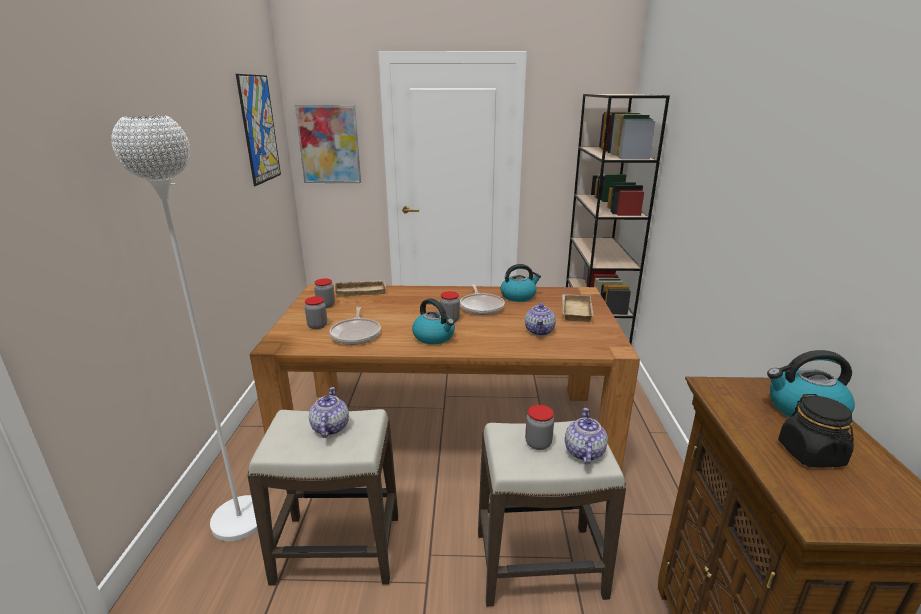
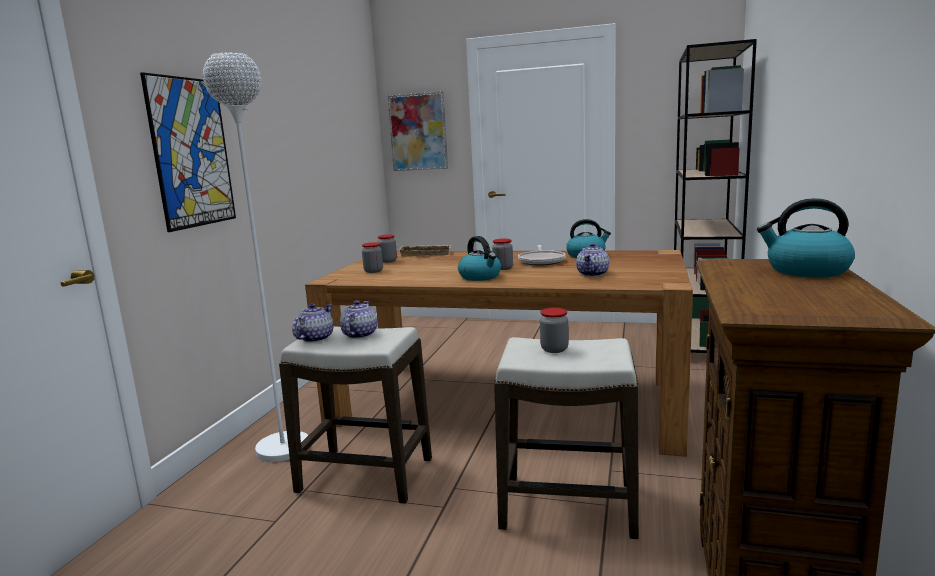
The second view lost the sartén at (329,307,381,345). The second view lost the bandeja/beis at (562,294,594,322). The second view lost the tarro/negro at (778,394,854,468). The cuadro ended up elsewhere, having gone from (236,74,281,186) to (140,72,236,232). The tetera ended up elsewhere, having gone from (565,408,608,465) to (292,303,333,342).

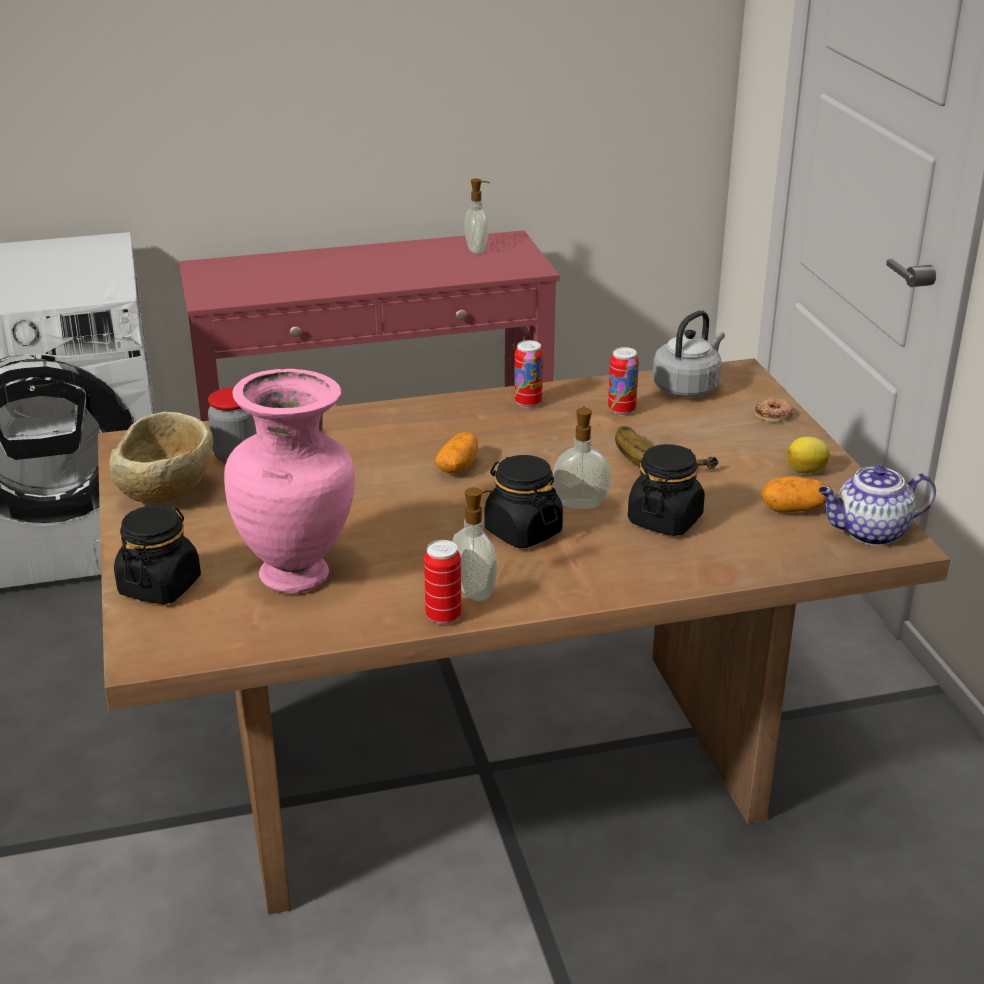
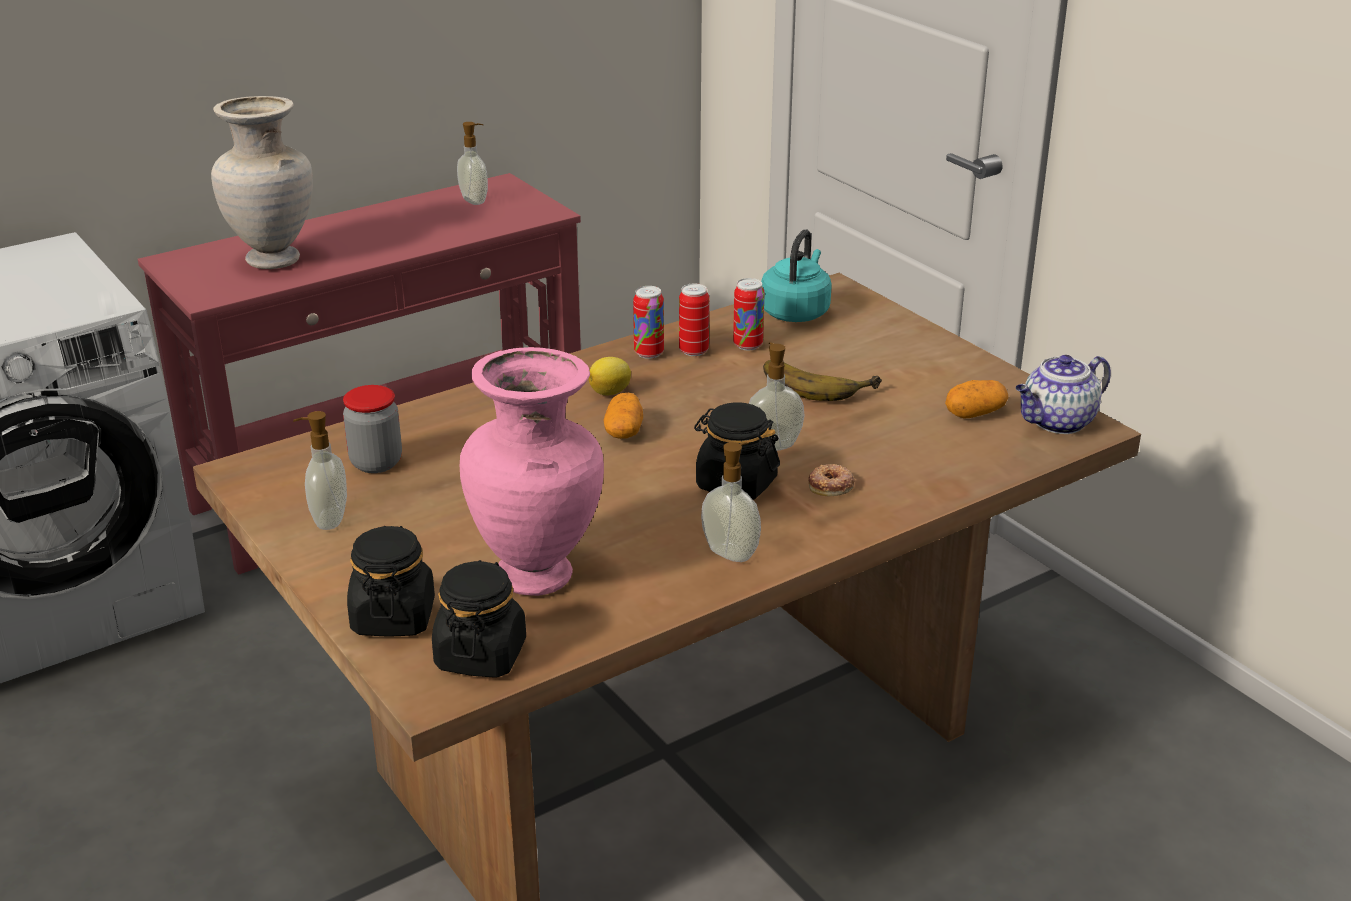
The second view gained the florero/beis at (211,96,313,269). The lata ended up elsewhere, having gone from (424,540,461,625) to (679,283,709,356). The tarro/negro ended up elsewhere, having gone from (628,444,705,536) to (432,560,526,678). The rosquilla ended up elsewhere, having gone from (755,398,793,422) to (808,464,855,496). The limón ended up elsewhere, having gone from (787,437,830,474) to (589,357,631,395). Where the cuenco/beis stood at (109,412,213,503), the dispensador de jabón came to stand at (293,411,347,530). What was the hervidor/gris at (653,310,725,398) turned into the hervidor/turquesa at (761,229,832,322).

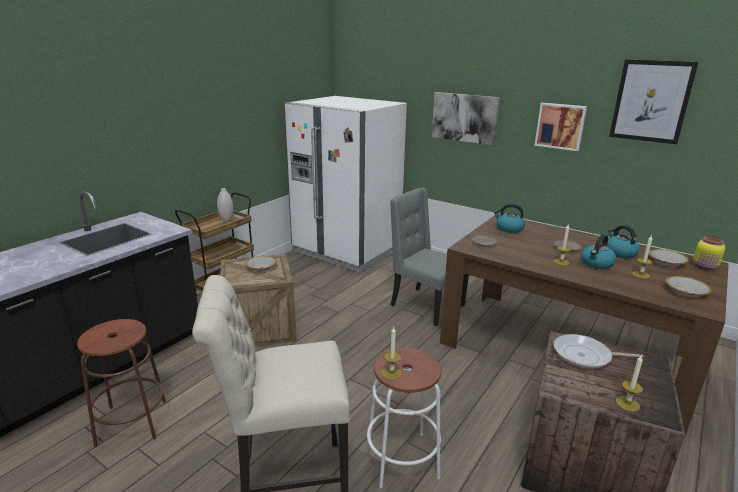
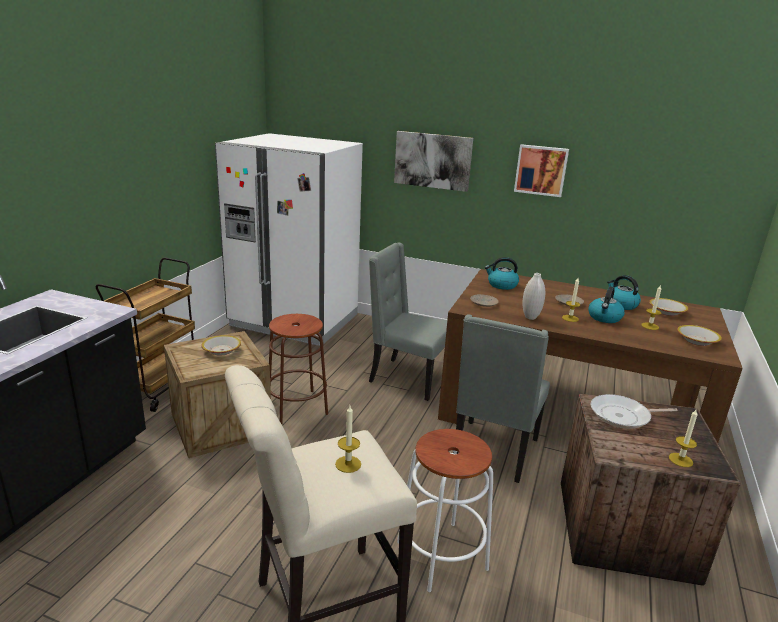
The second view lost the cuadro at (609,59,699,144). The second view lost the tarro/amarillo at (693,236,725,271). The second view gained the silla/gris at (456,314,550,483). The taburete/marrón ended up elsewhere, having gone from (77,319,166,447) to (269,314,328,424). The florero/blanco ended up elsewhere, having gone from (217,188,233,222) to (522,273,545,320). The vela ended up elsewhere, having gone from (382,327,402,380) to (335,406,361,473).

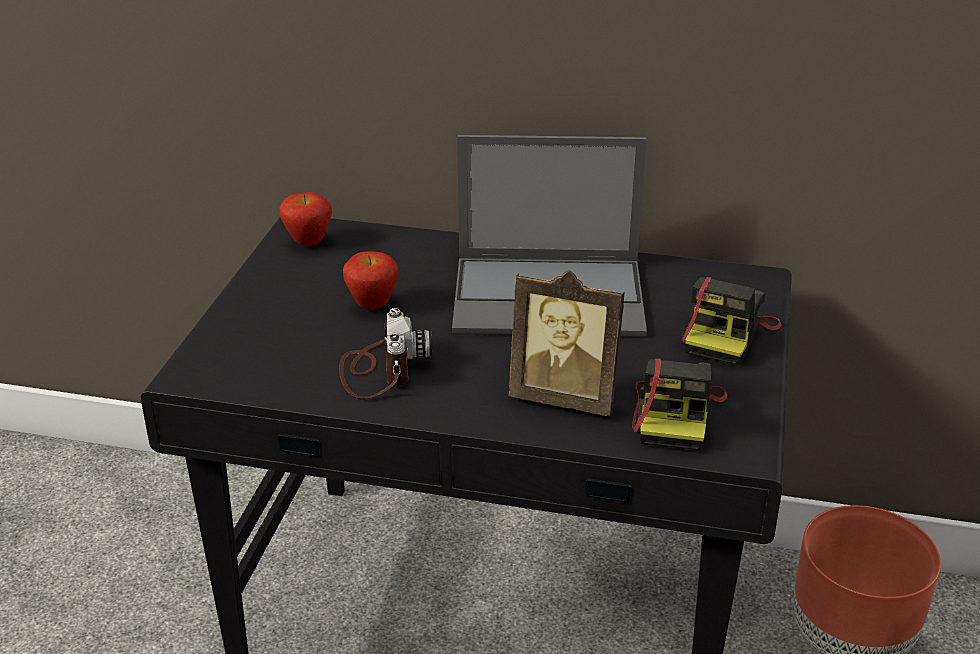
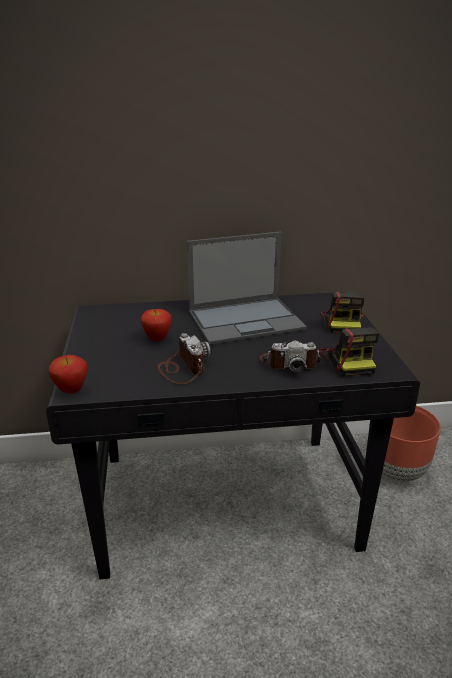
The manzana ended up elsewhere, having gone from (280,192,332,246) to (49,355,88,394). Where the portarretratos stood at (508,270,625,416), the cámara came to stand at (260,340,321,372).

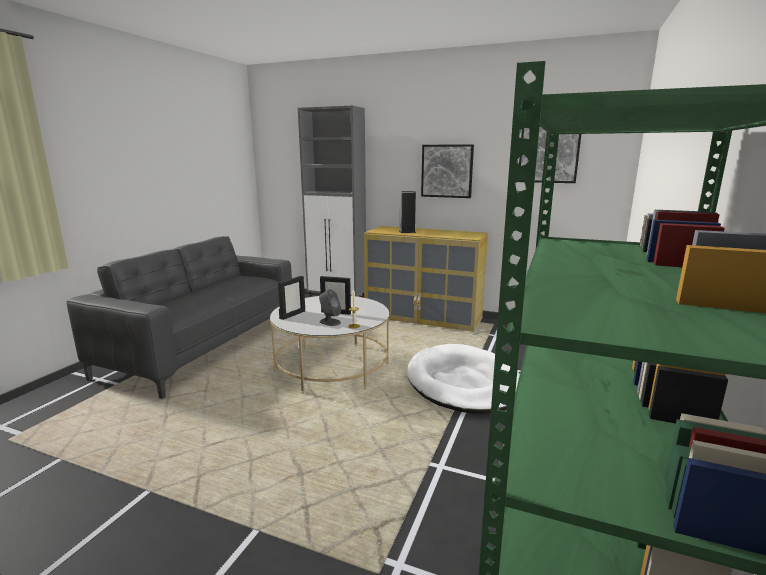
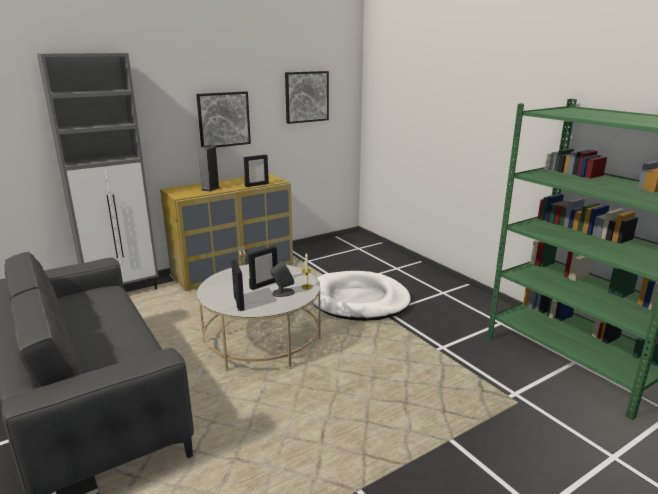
The second view gained the portarretratos at (244,154,269,187).

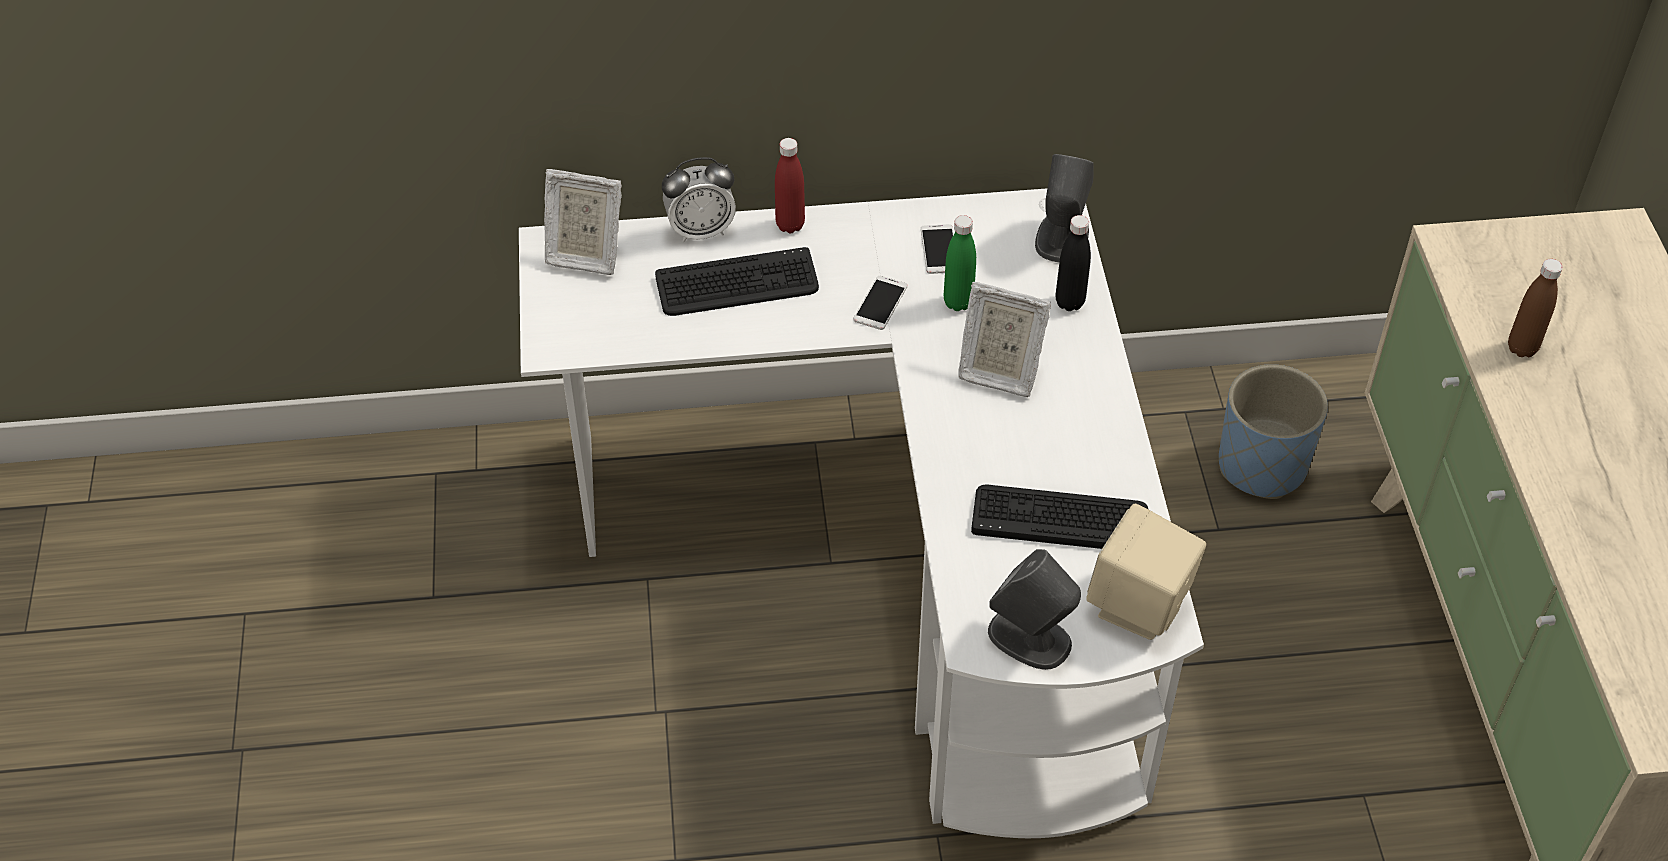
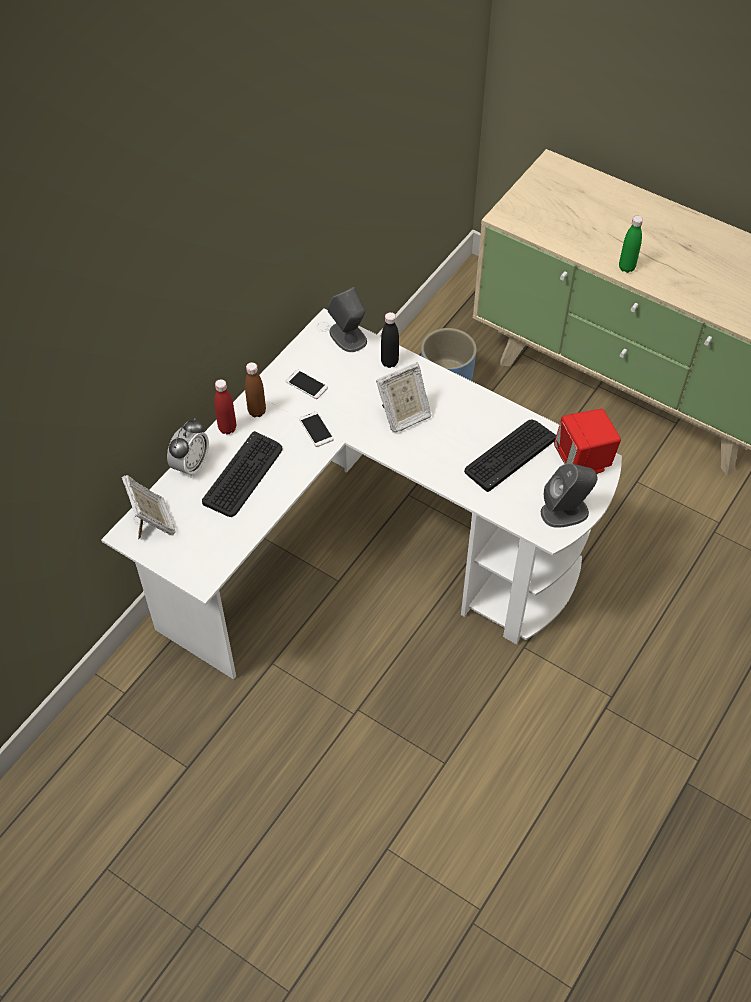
The botella/verde ended up elsewhere, having gone from (944,215,976,311) to (619,216,643,273). The botella/marrón ended up elsewhere, having gone from (1508,259,1563,357) to (245,362,266,417). What was the altavoz/beis at (1086,504,1206,640) turned into the altavoz/rojo at (554,409,621,474). The portarretratos at (544,169,622,275) ended up facing another way, 75 degrees counterclockwise from before.

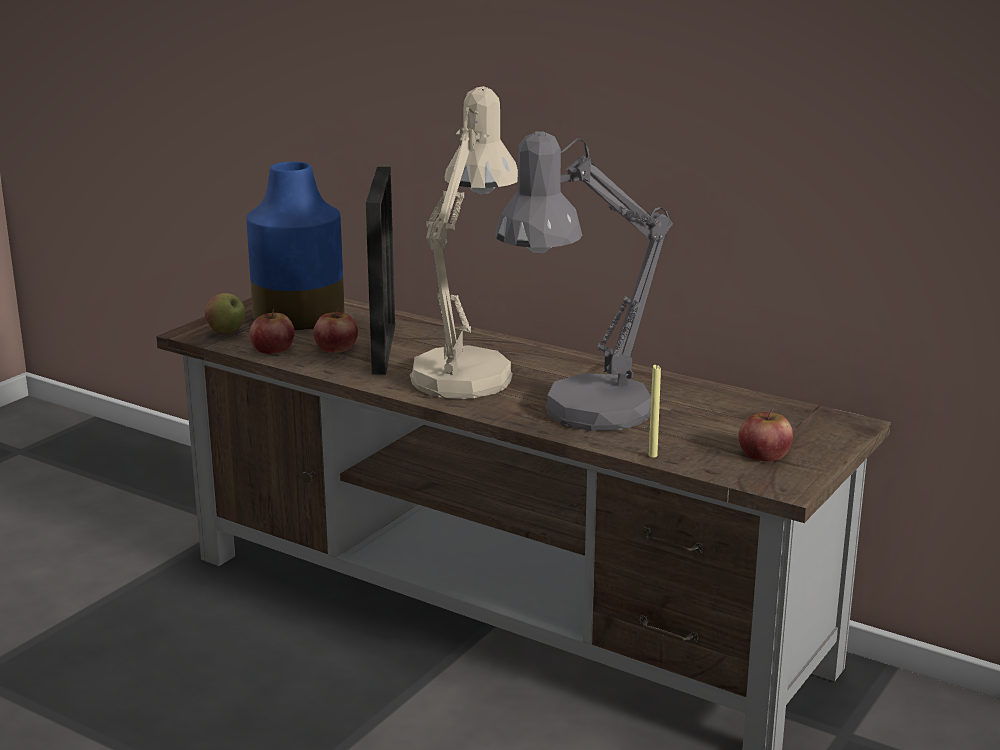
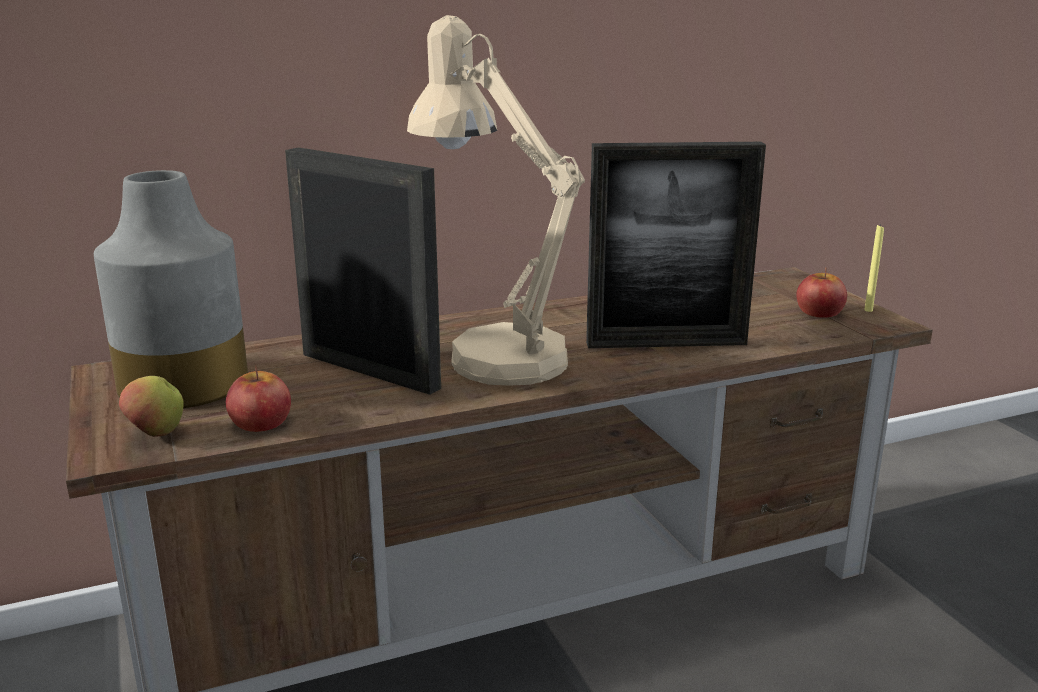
The second view lost the manzana at (313,309,358,353). The vela/amarillo ended up elsewhere, having gone from (649,365,661,458) to (864,225,884,312). Where the lámpara de mesa/gris stood at (494,131,673,431), the portarretratos came to stand at (586,142,766,348). What was the florero/azul at (246,162,345,330) turned into the florero/gris at (94,170,248,408).

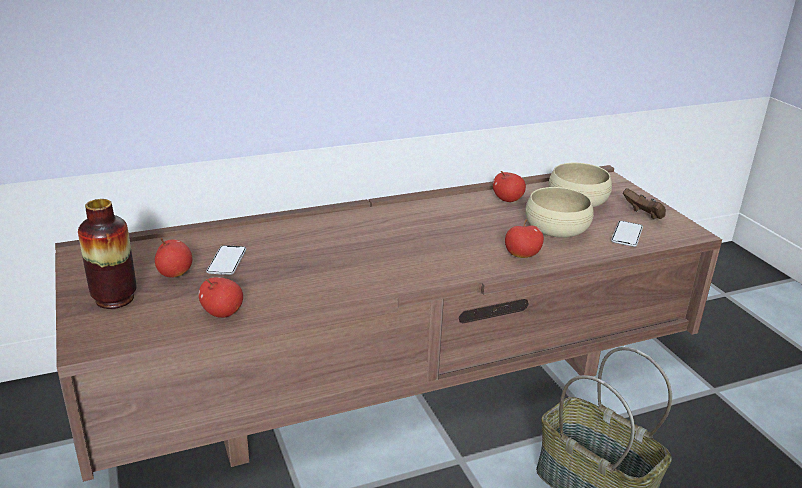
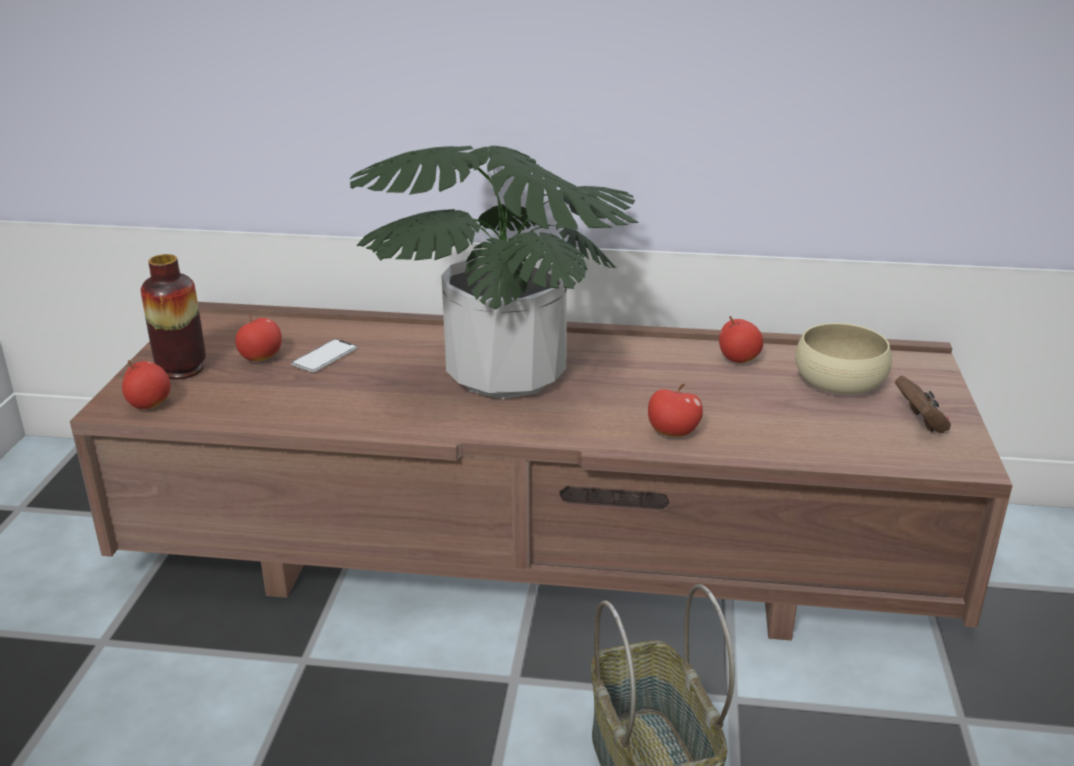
The second view lost the cuenco/beis at (525,187,594,238). The second view lost the móvil at (611,221,643,247). The second view gained the planta en maceta at (349,146,638,399). The manzana ended up elsewhere, having gone from (198,277,243,318) to (122,360,171,409).

